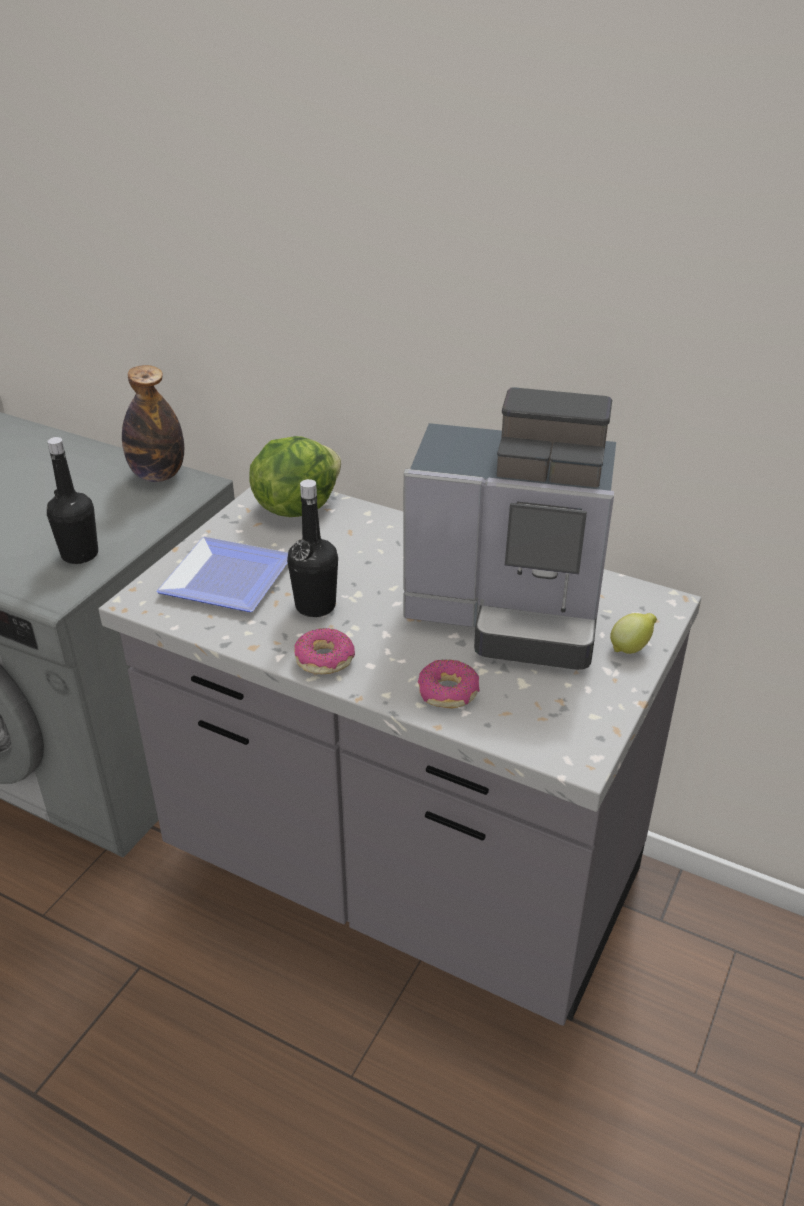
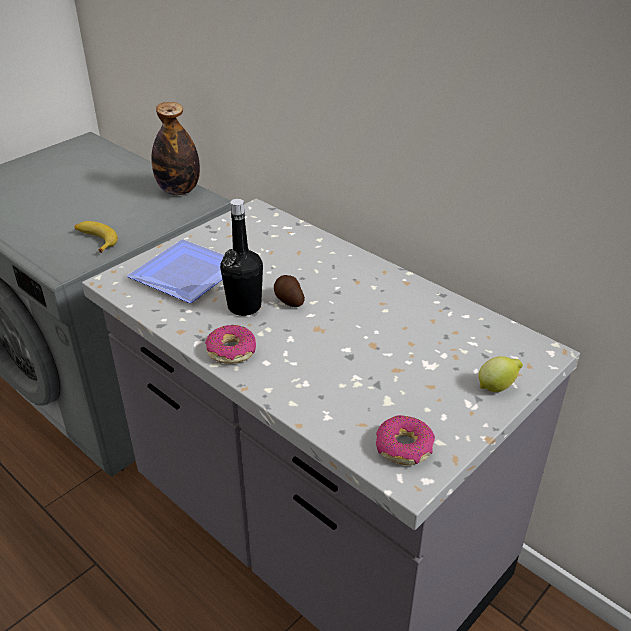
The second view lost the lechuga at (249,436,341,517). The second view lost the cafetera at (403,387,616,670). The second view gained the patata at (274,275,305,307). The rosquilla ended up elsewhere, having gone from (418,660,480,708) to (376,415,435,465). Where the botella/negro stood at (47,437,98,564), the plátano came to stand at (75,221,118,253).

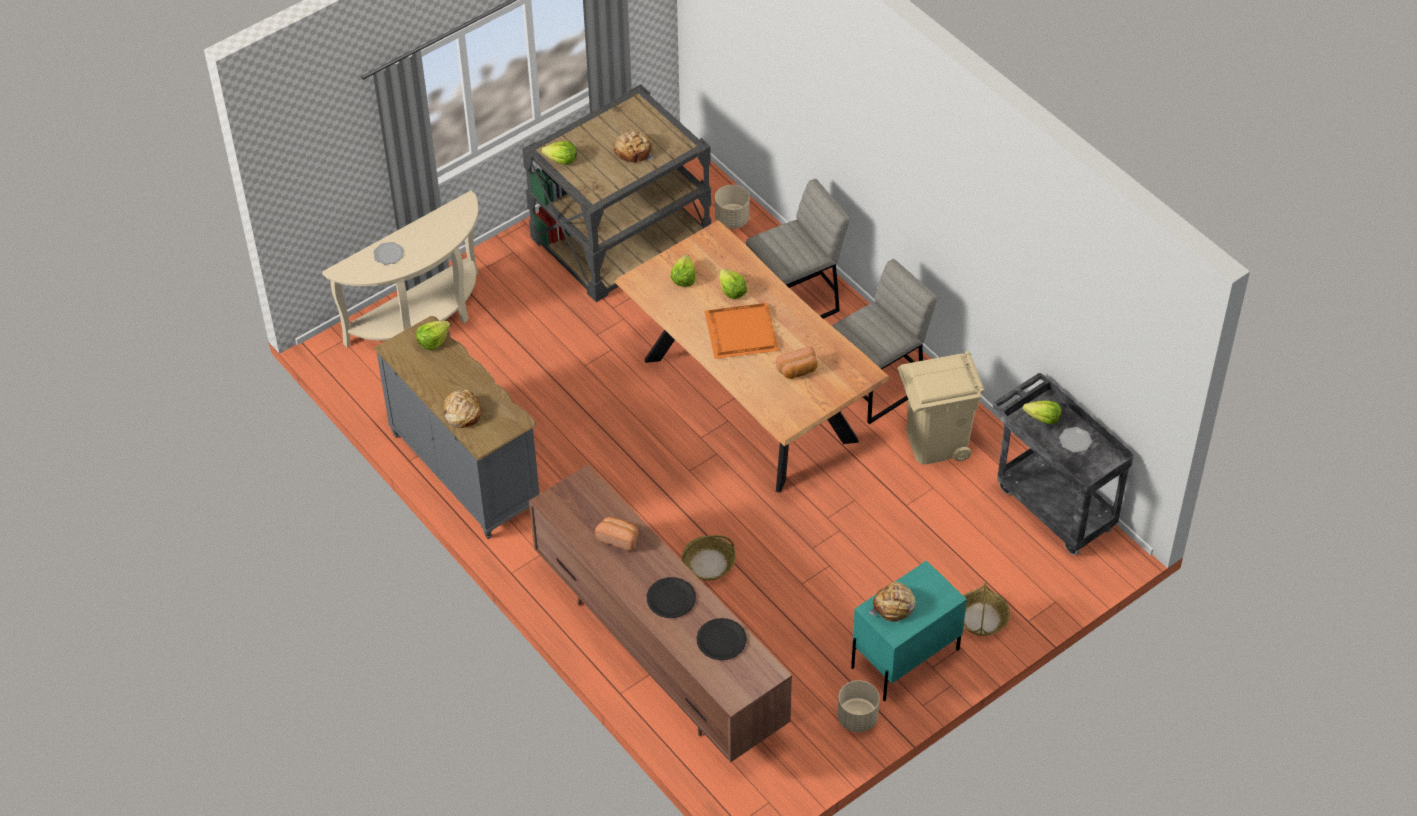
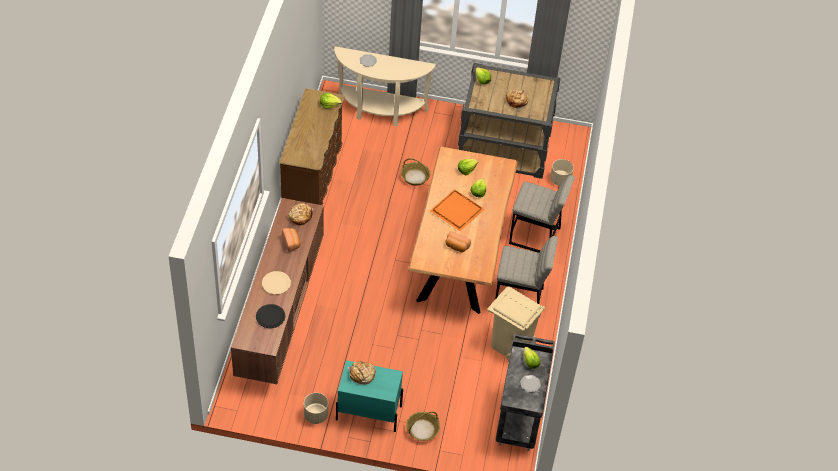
The pan ended up elsewhere, having gone from (443,389,481,428) to (288,203,313,225). The cesta ended up elsewhere, having gone from (681,535,736,581) to (401,158,430,186). What was the cómoda/gris at (374,316,540,539) turned into the cómoda/marrón at (279,88,344,205). What was the plato/negro at (647,577,696,618) turned into the plato/beis at (262,271,291,294).

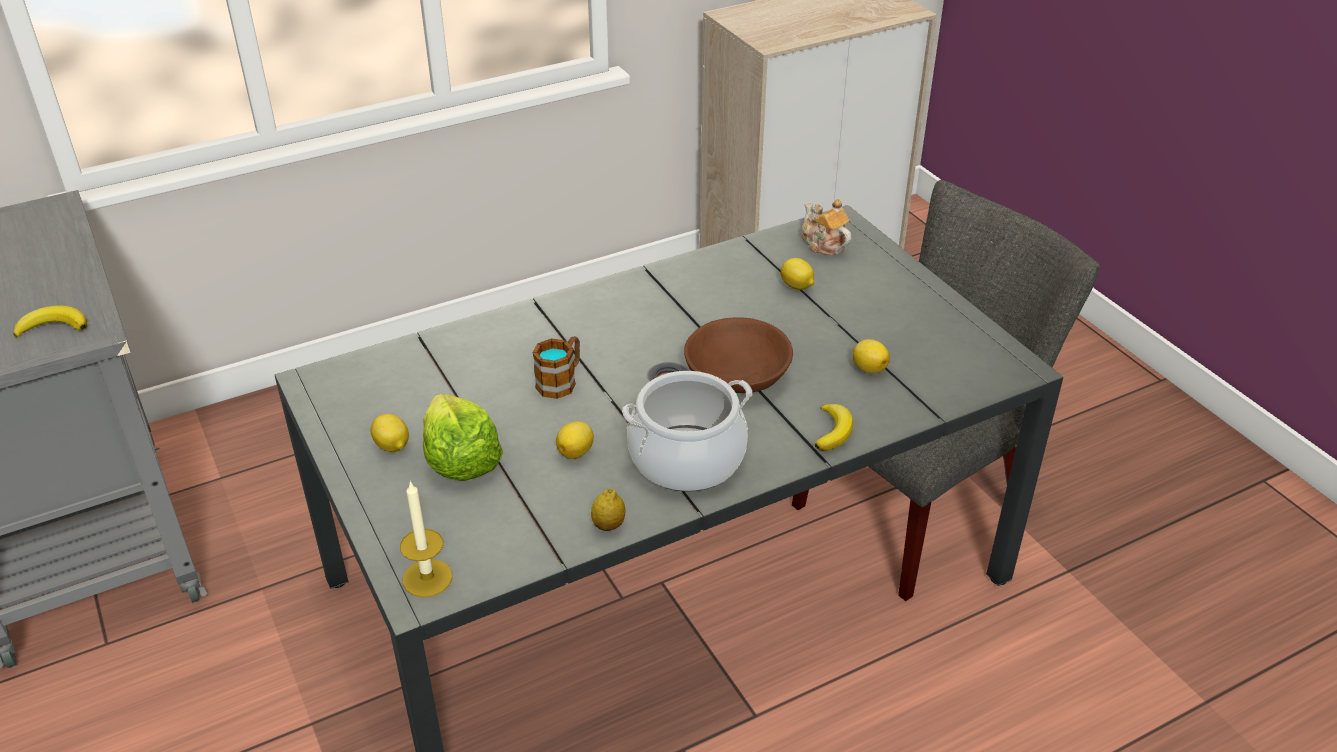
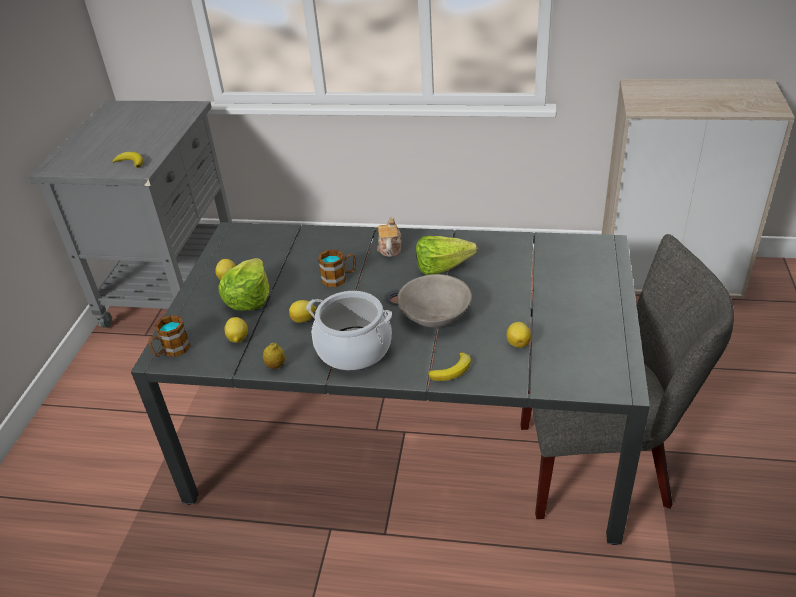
The second view gained the lechuga at (416,236,477,275). The limón ended up elsewhere, having gone from (780,258,814,290) to (224,317,248,343). The tetera ended up elsewhere, having gone from (802,199,851,255) to (377,216,402,257). Where the vela stood at (400,481,452,597), the taza grande came to stand at (148,315,191,357). What was the cuenco/marrón at (684,318,793,393) turned into the cuenco/gris at (397,274,472,328).

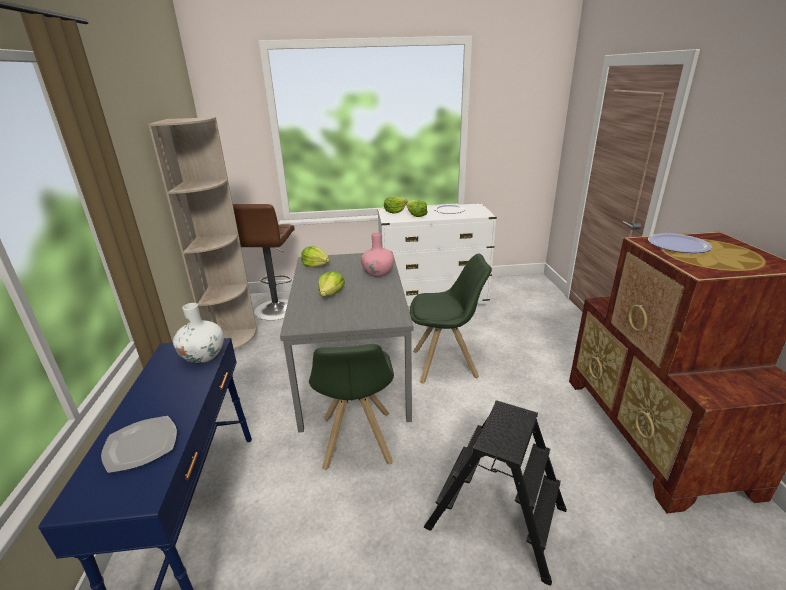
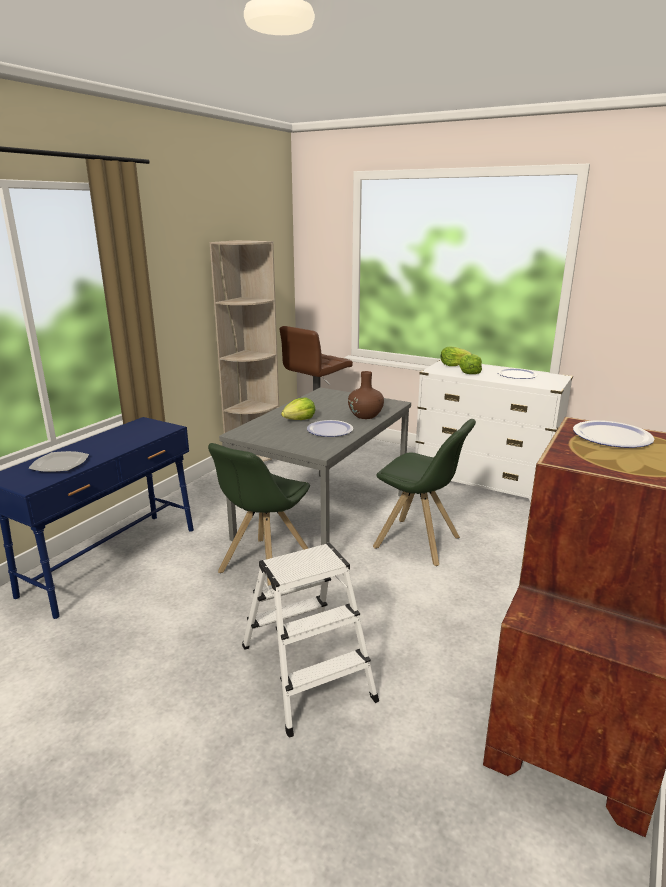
The second view lost the florero/blanco at (173,303,224,363). The second view lost the lechuga at (301,246,330,267). The second view gained the plato at (307,420,353,437). What was the florero/rosa at (361,233,394,277) turned into the florero/marrón at (348,371,384,419). What was the escalera de tijera/negro at (424,400,567,586) turned into the escalera de tijera/blanco at (242,542,379,737).

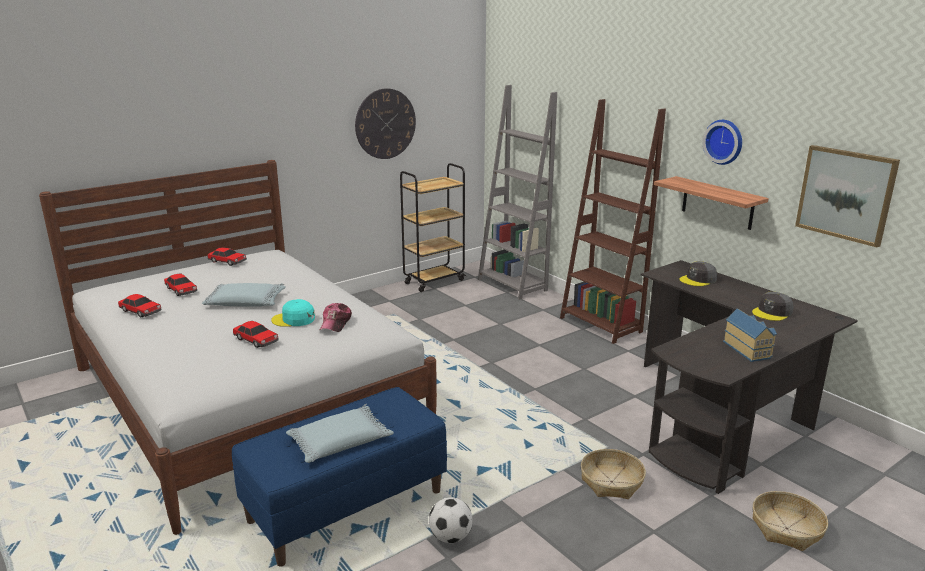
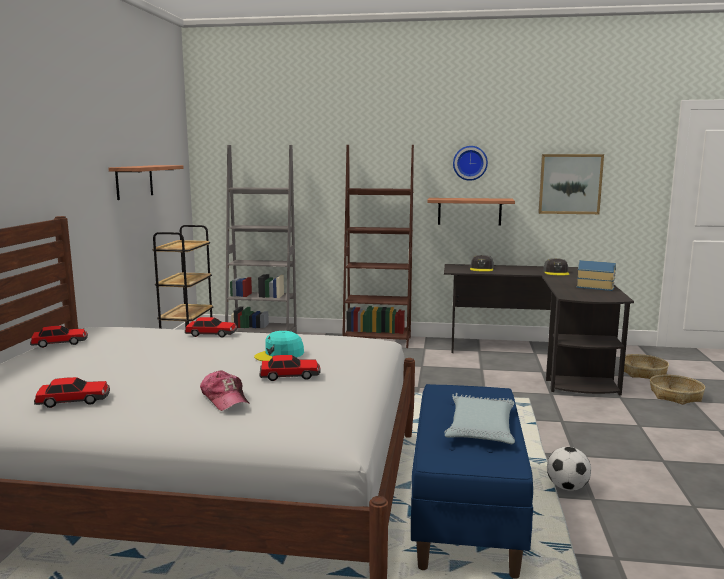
The second view lost the cojín/azul at (202,283,286,307). The coche de juguete ended up elsewhere, having gone from (164,274,197,296) to (185,317,237,337). The gorra ended up elsewhere, having gone from (320,303,352,332) to (200,370,250,411). The cesta ended up elsewhere, having gone from (581,449,646,499) to (624,354,669,379). Where the reloj de pared hung at (355,88,416,159), the estante came to hang at (108,165,184,200).

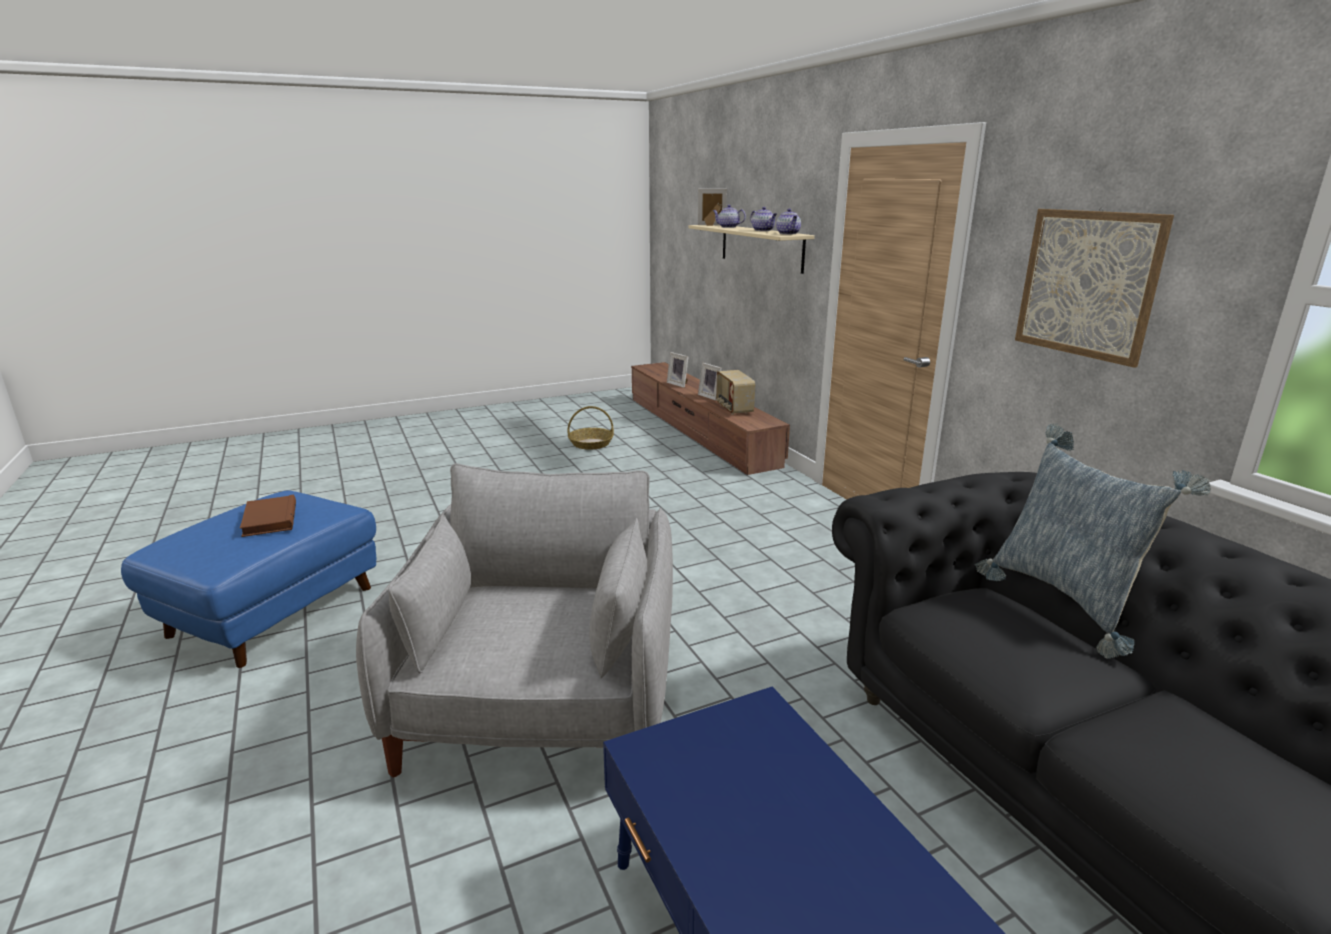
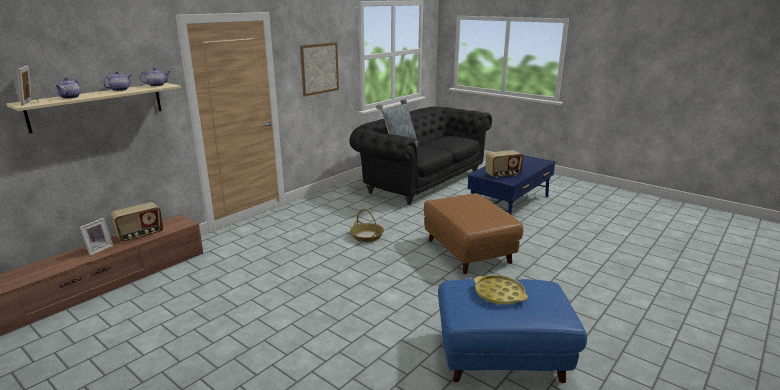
The second view lost the portarretratos at (667,352,689,388). The second view gained the radio at (485,150,523,178). The cesta ended up elsewhere, having gone from (568,406,614,450) to (350,209,384,242). Where the libro/marrón stood at (240,495,296,537), the bandeja/amarillo came to stand at (474,275,528,305). Where the sillón/gris stood at (356,463,673,777), the puf/marrón came to stand at (424,194,523,274).

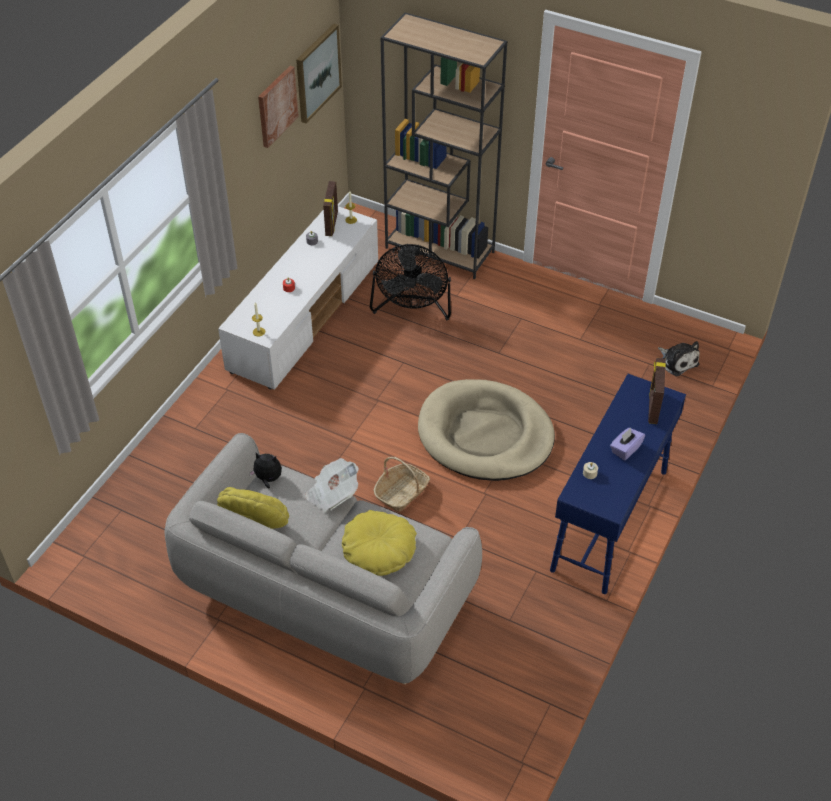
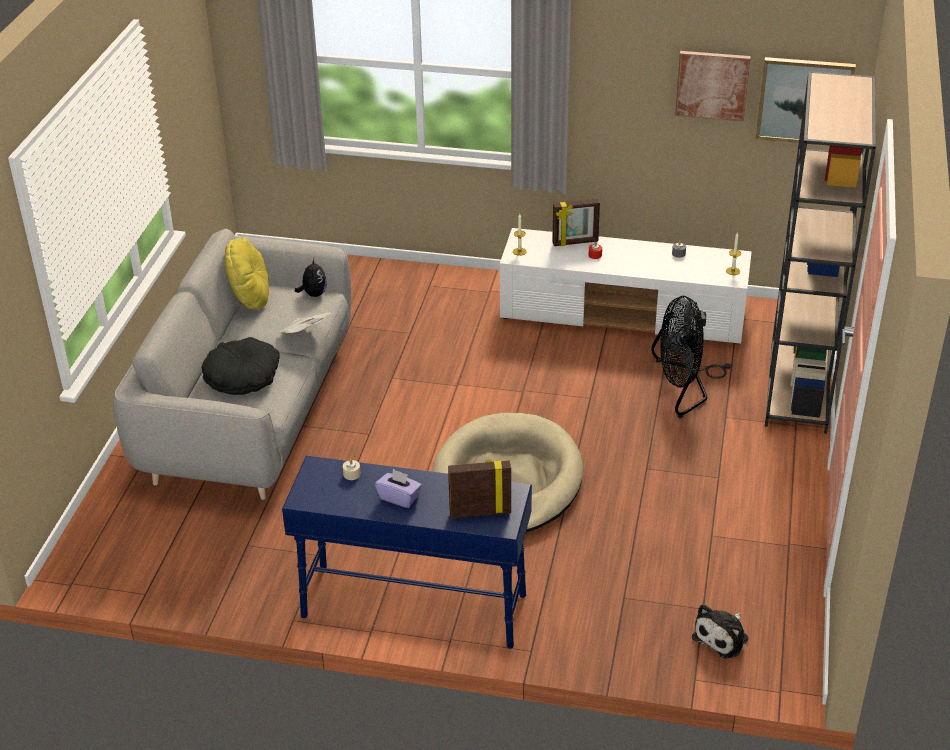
The second view lost the cesta at (373,457,430,512). The portarretratos ended up elsewhere, having gone from (323,181,338,236) to (552,198,600,246). What was the cojín/amarillo at (342,510,417,576) turned into the cojín/negro at (202,337,280,395).

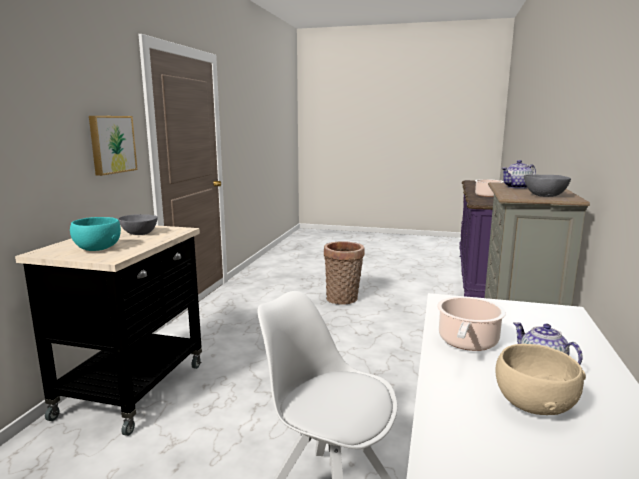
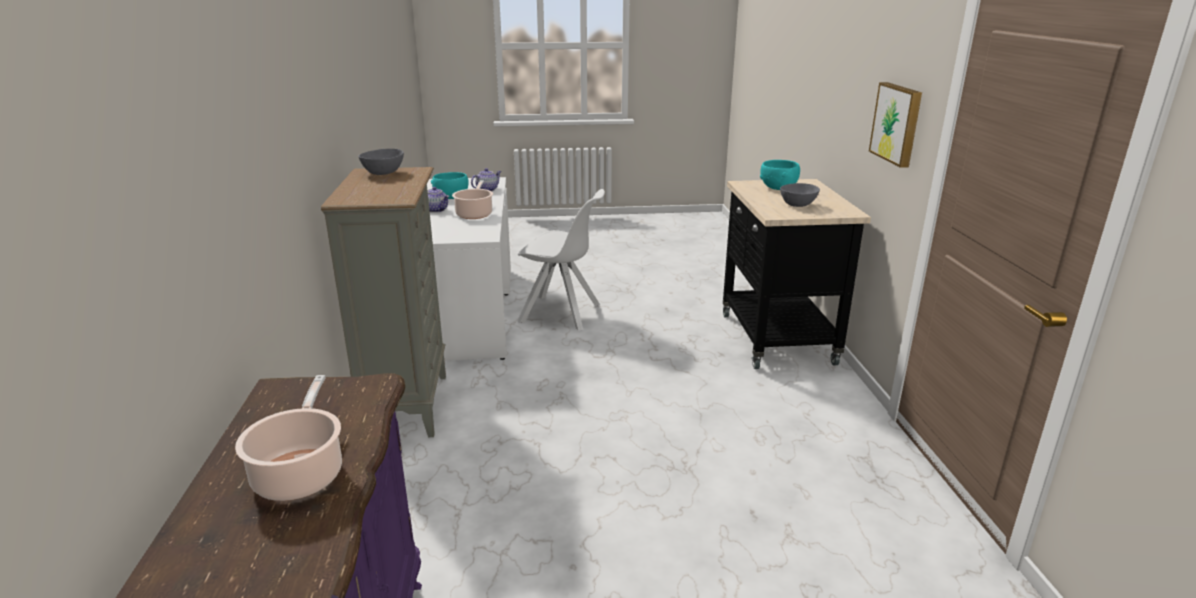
The second view lost the cesta at (324,241,365,305). The tetera ended up elsewhere, having gone from (501,160,536,189) to (471,168,502,191). What was the cuenco/beis at (495,344,586,415) turned into the cuenco/turquesa at (431,172,469,199).

